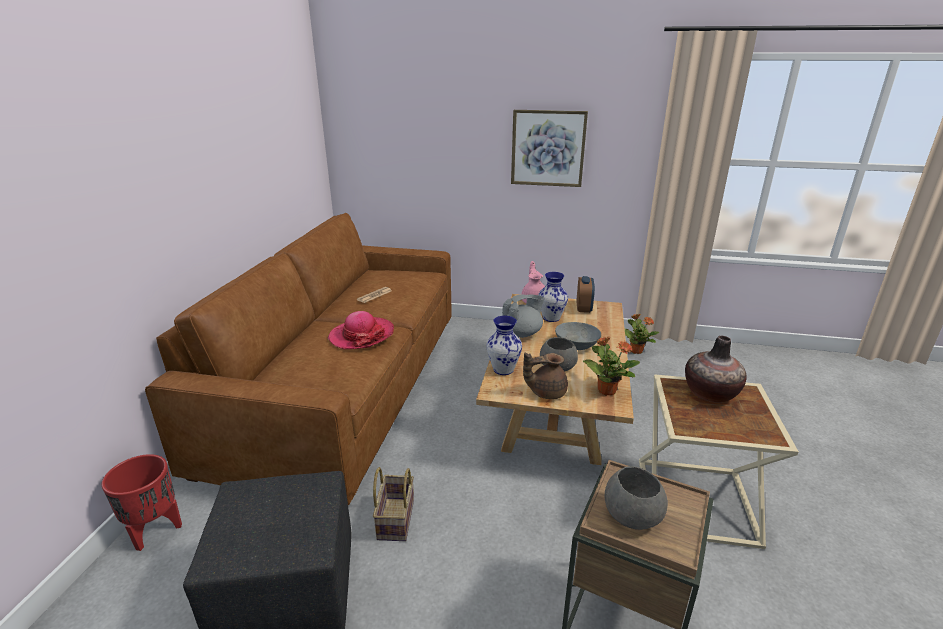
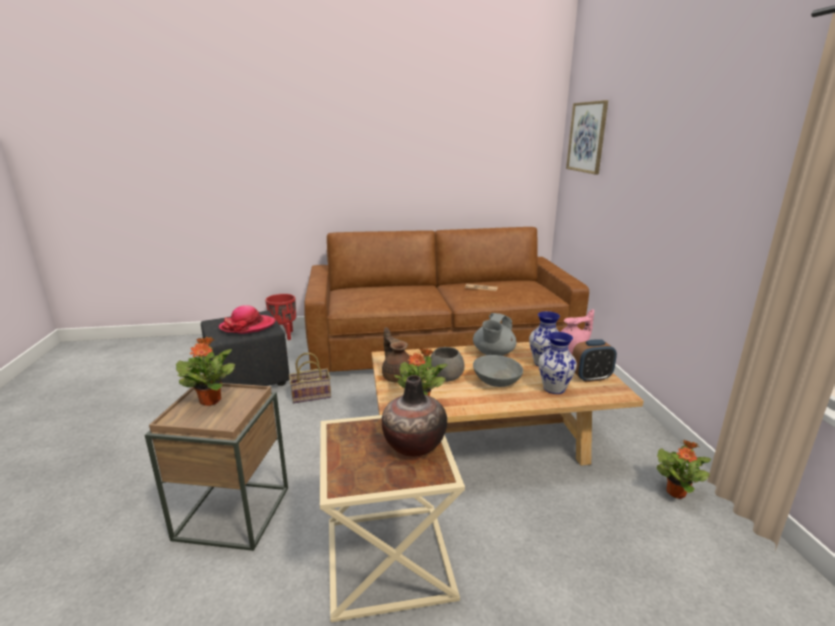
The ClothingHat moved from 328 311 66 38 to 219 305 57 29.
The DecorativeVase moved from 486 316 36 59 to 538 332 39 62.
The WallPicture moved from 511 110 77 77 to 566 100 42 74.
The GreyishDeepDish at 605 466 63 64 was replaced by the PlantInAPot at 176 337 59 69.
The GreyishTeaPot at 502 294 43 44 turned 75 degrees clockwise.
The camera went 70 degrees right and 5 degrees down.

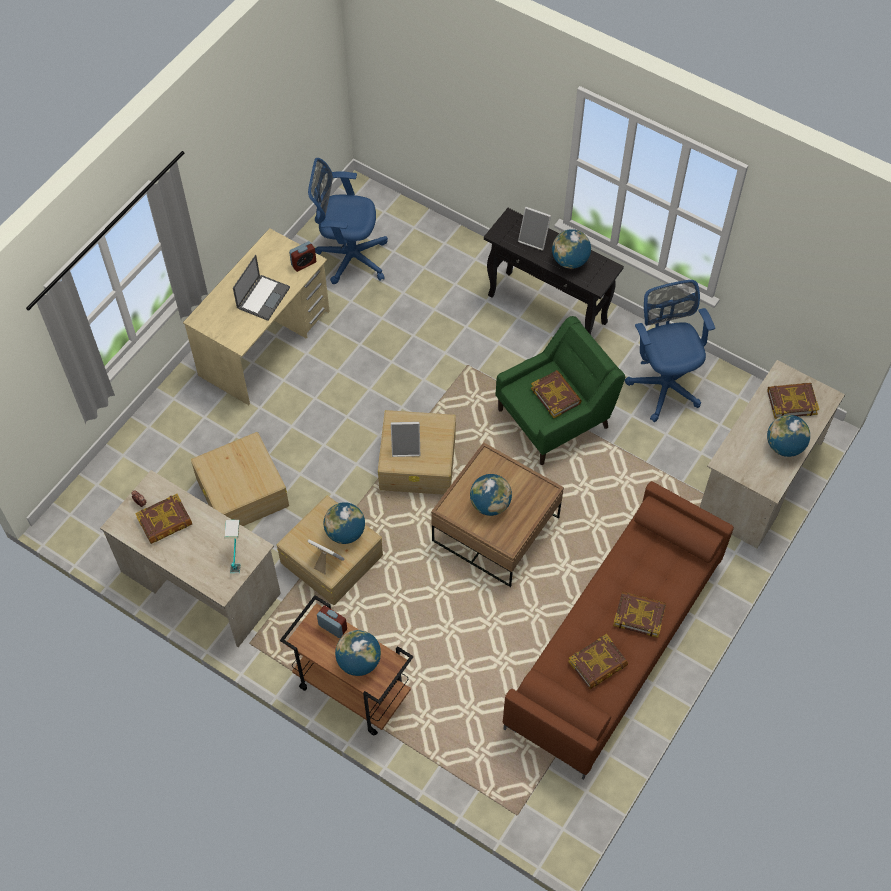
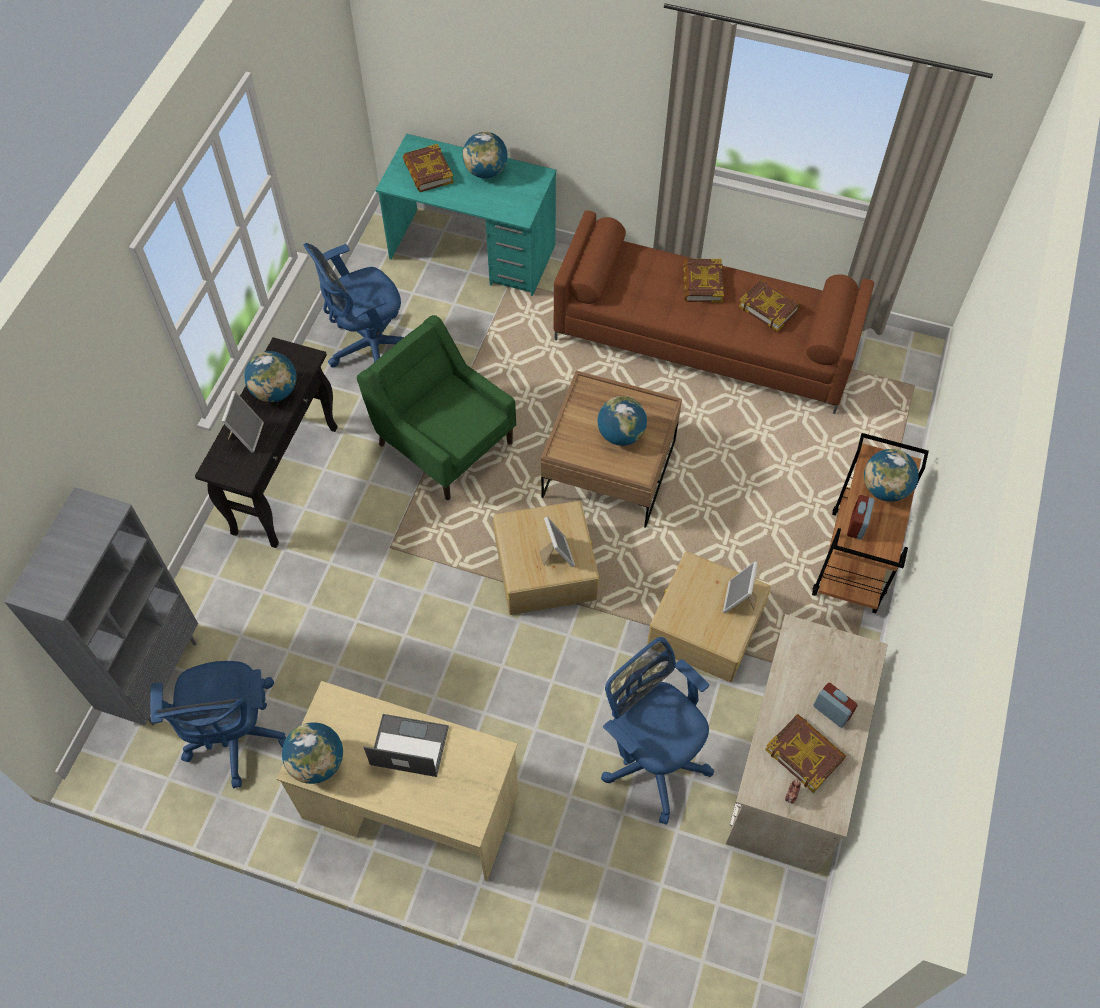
The TableLamp at 224 520 17 53 disappeared.
The Book at 531 370 51 48 disappeared.
The GreyishBookshelf at 4 487 194 239 appeared.
The AlarmClock moved from 289 241 27 31 to 813 683 45 45.
The WorldGlobe moved from 323 502 42 42 to 282 722 61 62.
The BeigeColouredStorageBin at 191 432 98 94 was replaced by the BlueColouredOfficeChair at 601 637 113 188.
The BeigeColouredDesk at 700 360 145 189 became the TurquoiseColouredDesk at 376 134 181 162.
The camera went 105 degrees left and 0 degrees up.

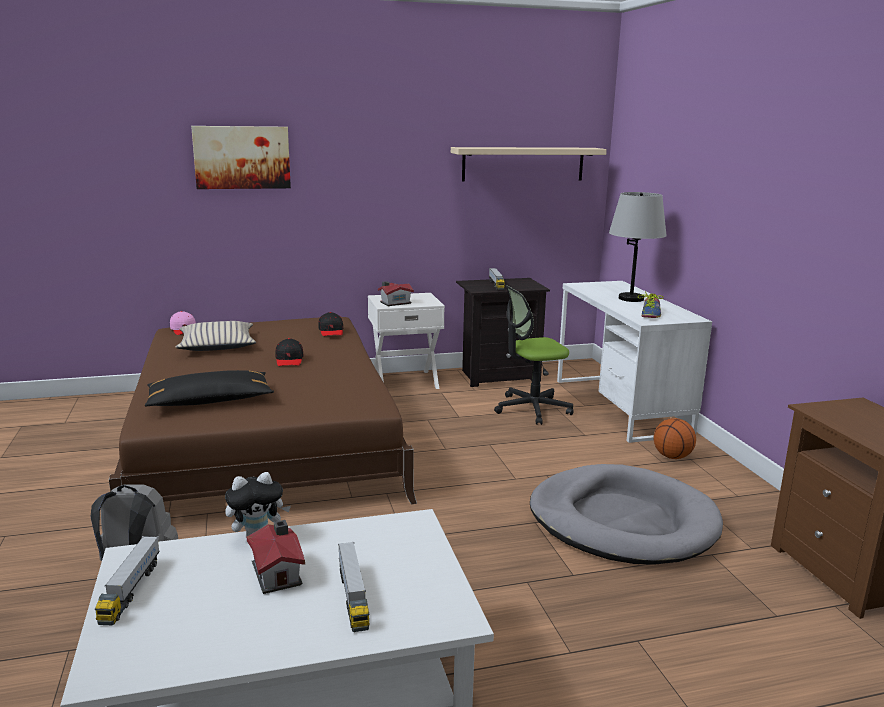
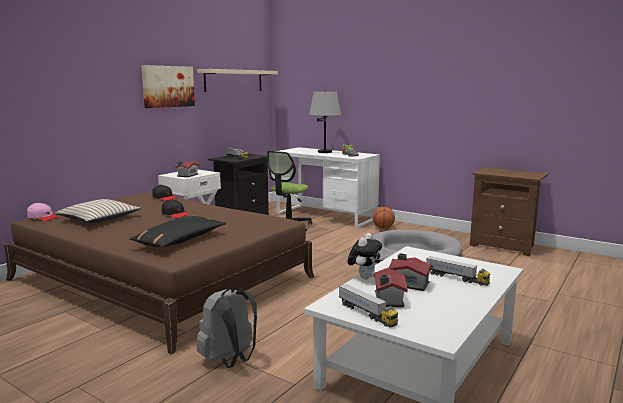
The MiniatureHouse at 373 268 35 39 appeared.
The WallPicture moved from 191 126 100 63 to 141 65 54 43.
The camera went 40 degrees left and 5 degrees down.

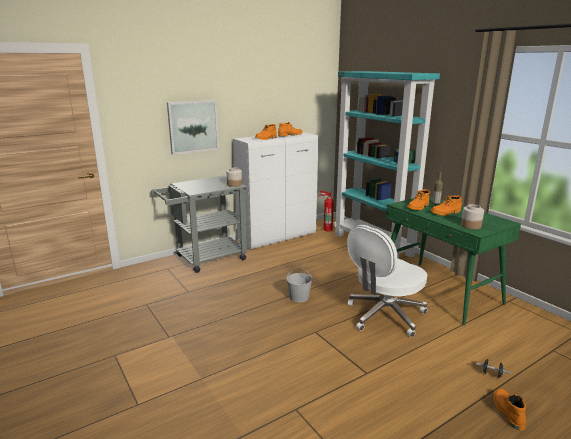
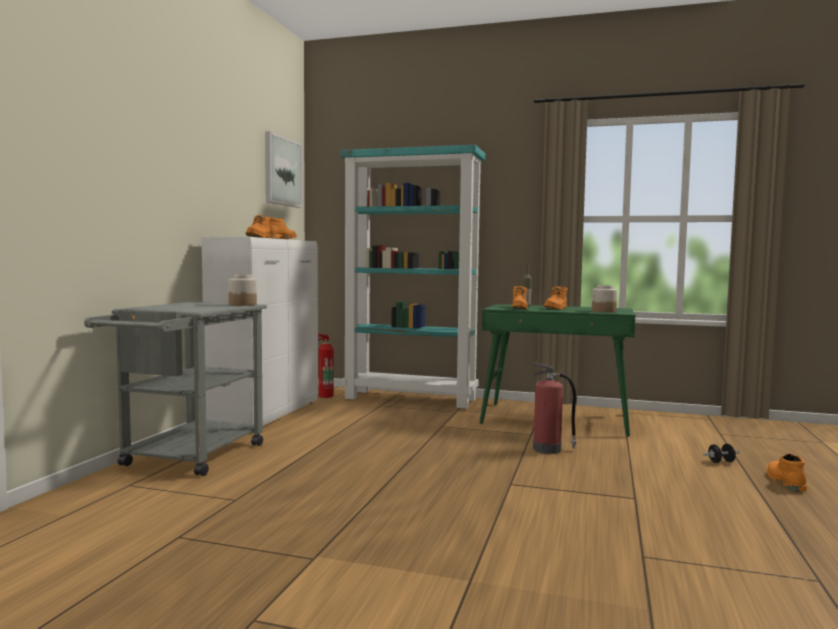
The WhiteColouredBucket at 287 267 25 36 disappeared.
The WallPicture moved from 167 100 52 55 to 265 131 38 77.
The WhiteColouredOfficeChair at 347 225 80 112 was replaced by the FireExtinguisher at 532 363 45 91.
The OrangeBoot at 494 389 32 42 turned 45 degrees clockwise.
The camera went 40 degrees left and 15 degrees down.

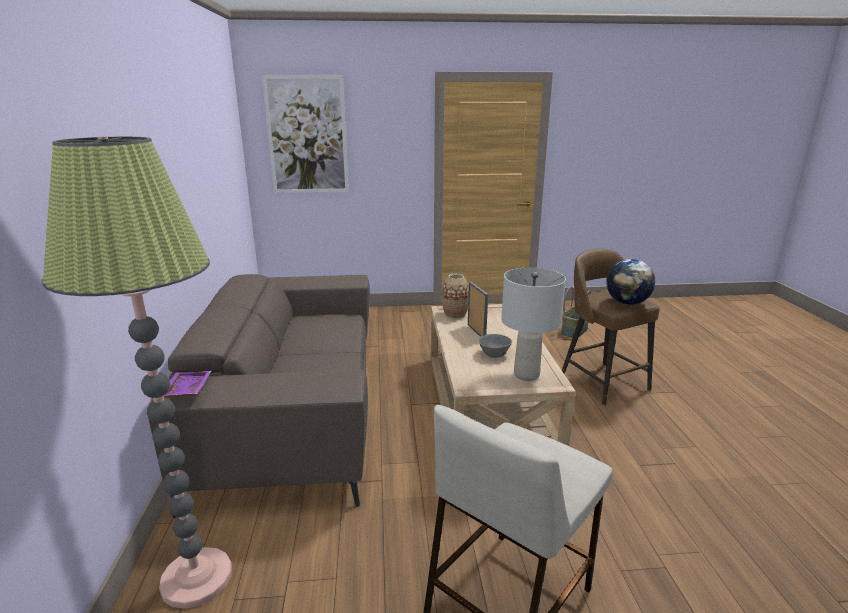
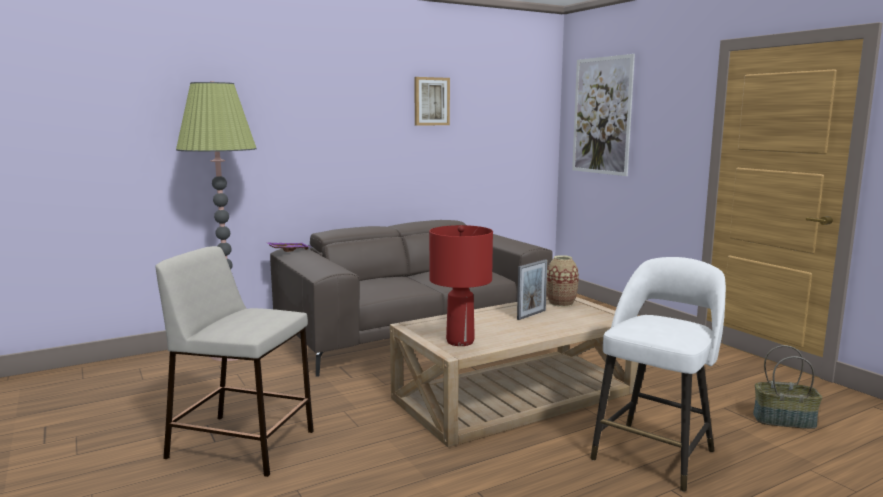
The GreyishDeepDish at 478 334 34 24 disappeared.
The WorldGlobe at 606 259 49 46 disappeared.
The WallPicture at 414 77 36 49 appeared.
The GreyishTableLamp at 501 268 65 113 became the RedColouredTableLamp at 429 225 64 121.
The BrownStool at 562 248 98 157 became the WhiteColouredStool at 591 257 135 235.
The camera went 65 degrees right and 10 degrees down.

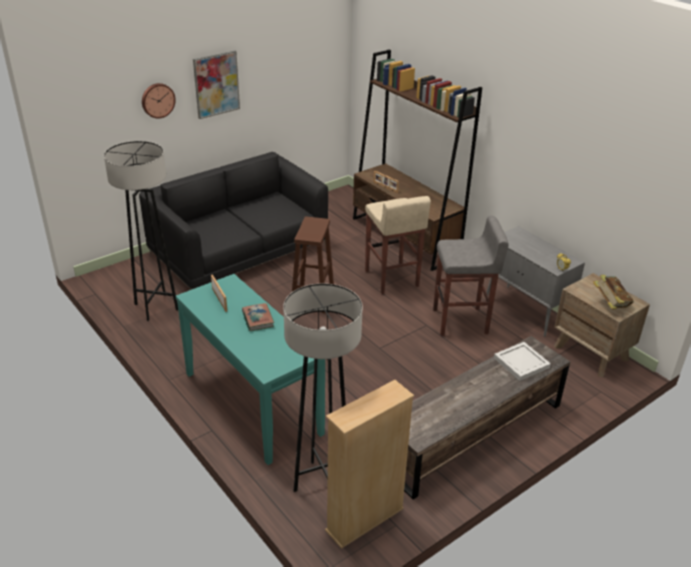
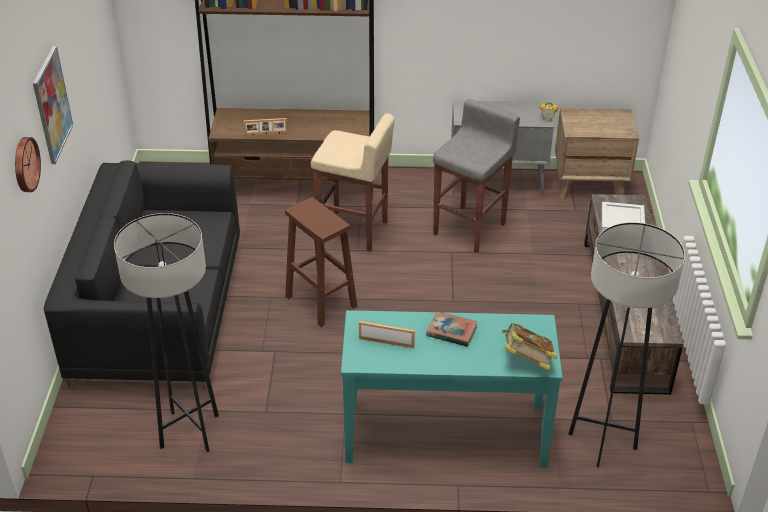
The BeigeColouredBookshelf at 325 380 89 169 disappeared.
The Book moved from 593 275 41 34 to 502 323 55 47.
The camera went 50 degrees left and 5 degrees up.

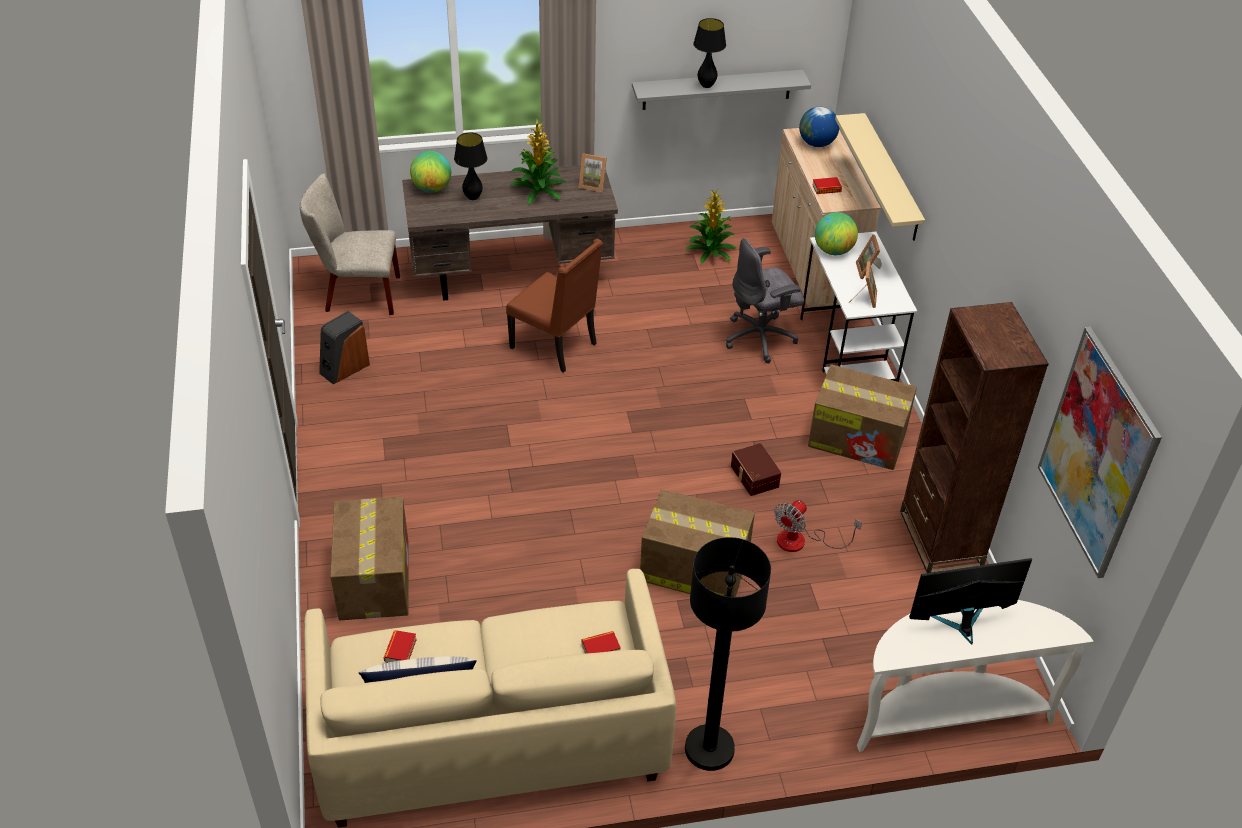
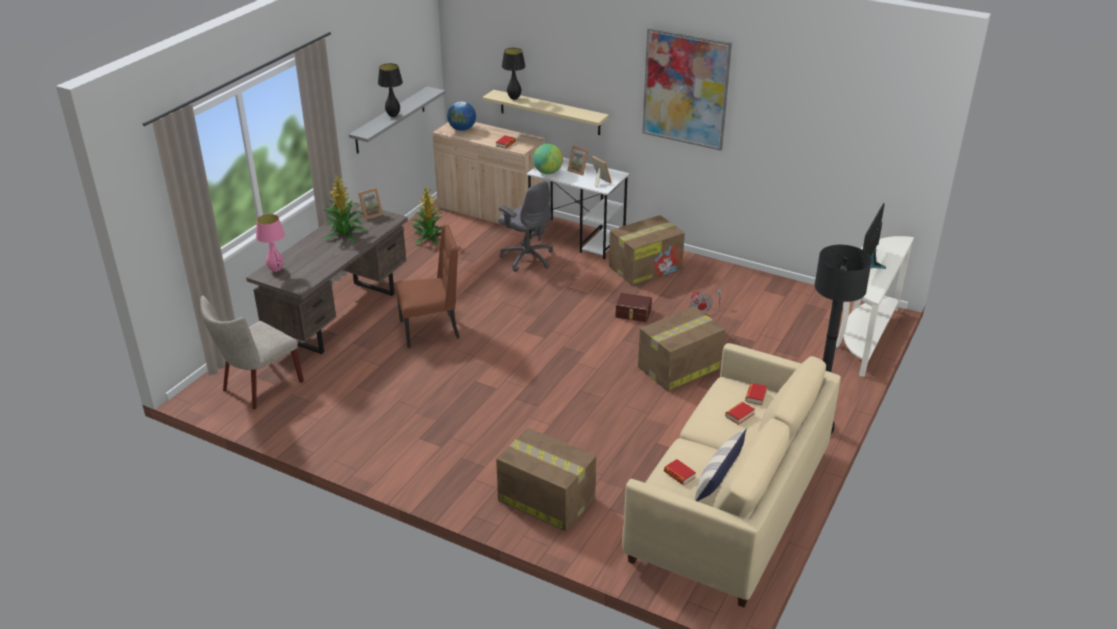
The Loudspeaker at 319 311 51 74 disappeared.
The BrownBookshelf at 900 302 149 271 disappeared.
The Book at 725 402 30 23 appeared.
The BlackTableLamp moved from 454 132 33 68 to 502 48 24 52.
The WallPicture moved from 1038 327 124 251 to 642 28 90 123.
The WorldGlobe at 410 151 41 41 was replaced by the PinkTableLamp at 256 214 29 58.
The GreyishOfficeChair at 726 238 78 125 turned 60 degrees counterclockwise.
The camera went 50 degrees left and 10 degrees down.

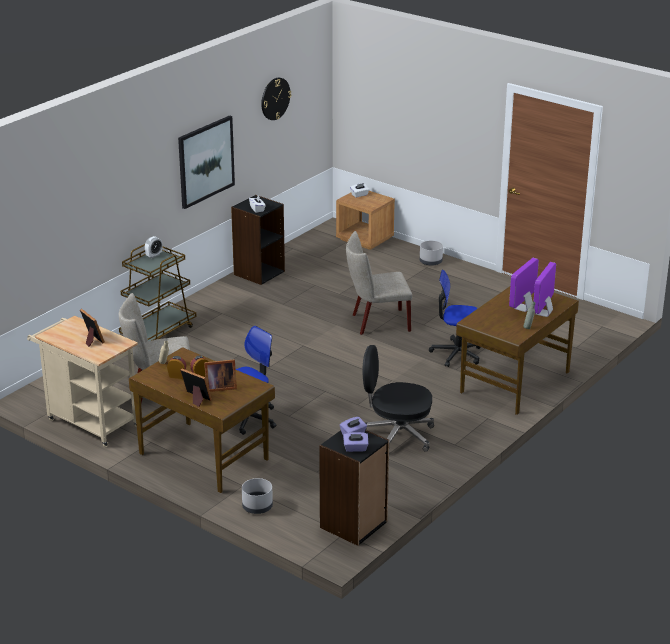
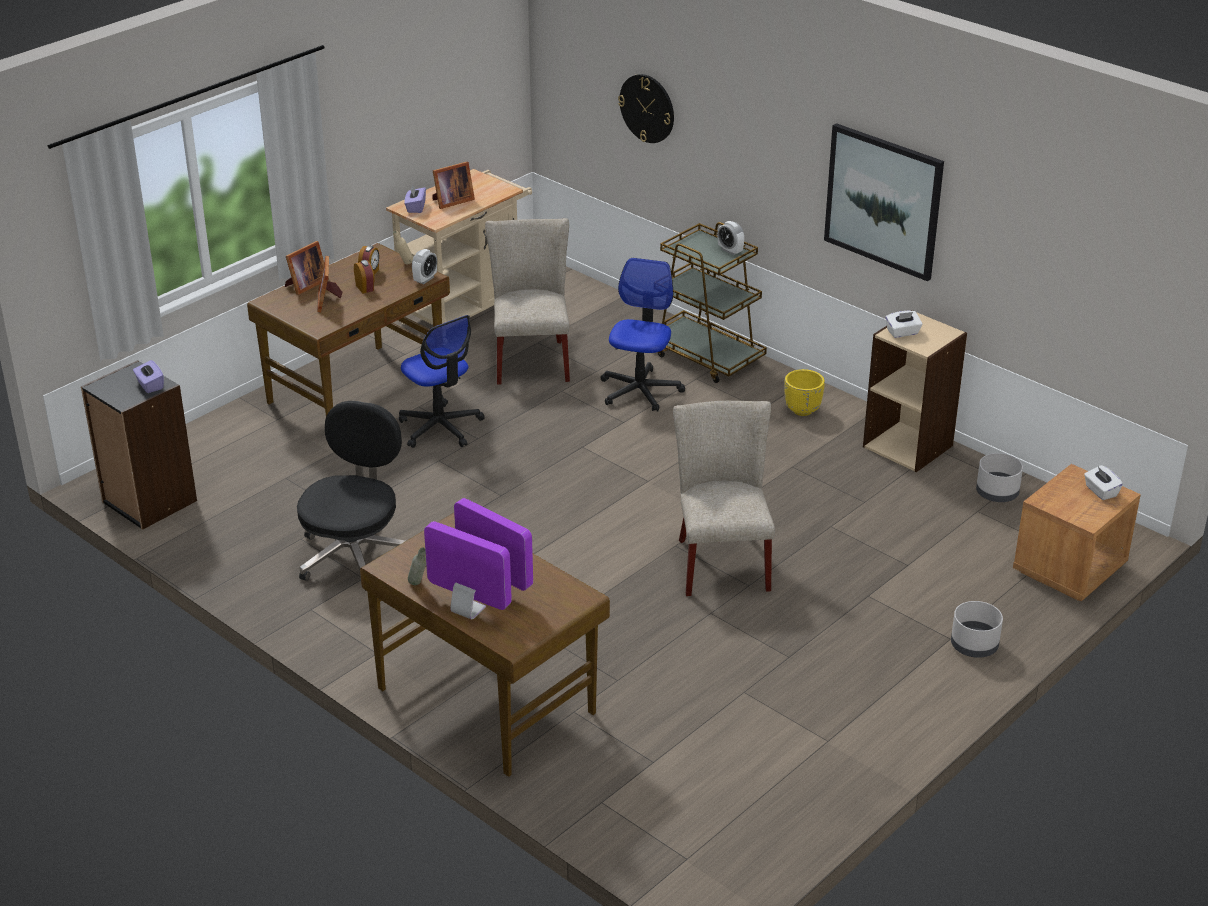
The AlarmClock at 412 249 25 35 appeared.
The YellowColouredPlanter at 784 369 41 47 appeared.
The GreyishPlanter moved from 242 478 31 36 to 976 453 47 49.
The ClockOnTheWall moved from 261 78 30 42 to 618 74 56 69.
The PurpleBoxOfTissues moved from 343 432 25 20 to 404 185 22 28.
The OfficeChair moved from 429 270 51 97 to 601 258 84 154.
The BlackBookshelf at 231 195 54 90 became the BeigeColouredBookshelf at 863 310 104 162.
The camera went 95 degrees right and 5 degrees up.

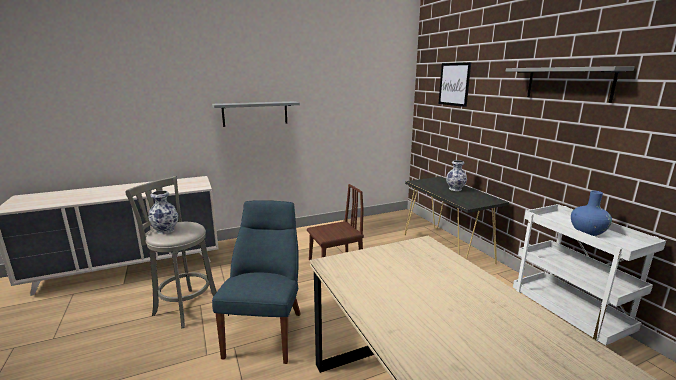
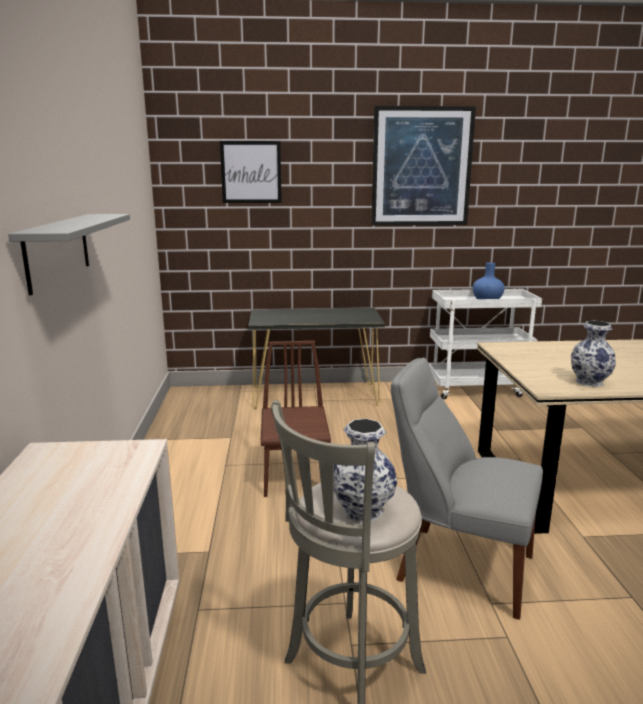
The DecorativeVase moved from 446 160 21 31 to 571 320 45 67.
The GreyishShelf at 506 66 128 37 was replaced by the WallPicture at 371 106 105 120.
The BlueColouredPlainChair at 212 200 89 164 became the GreyishPlainChair at 391 358 152 262.
The camera went 70 degrees left and 0 degrees up.

